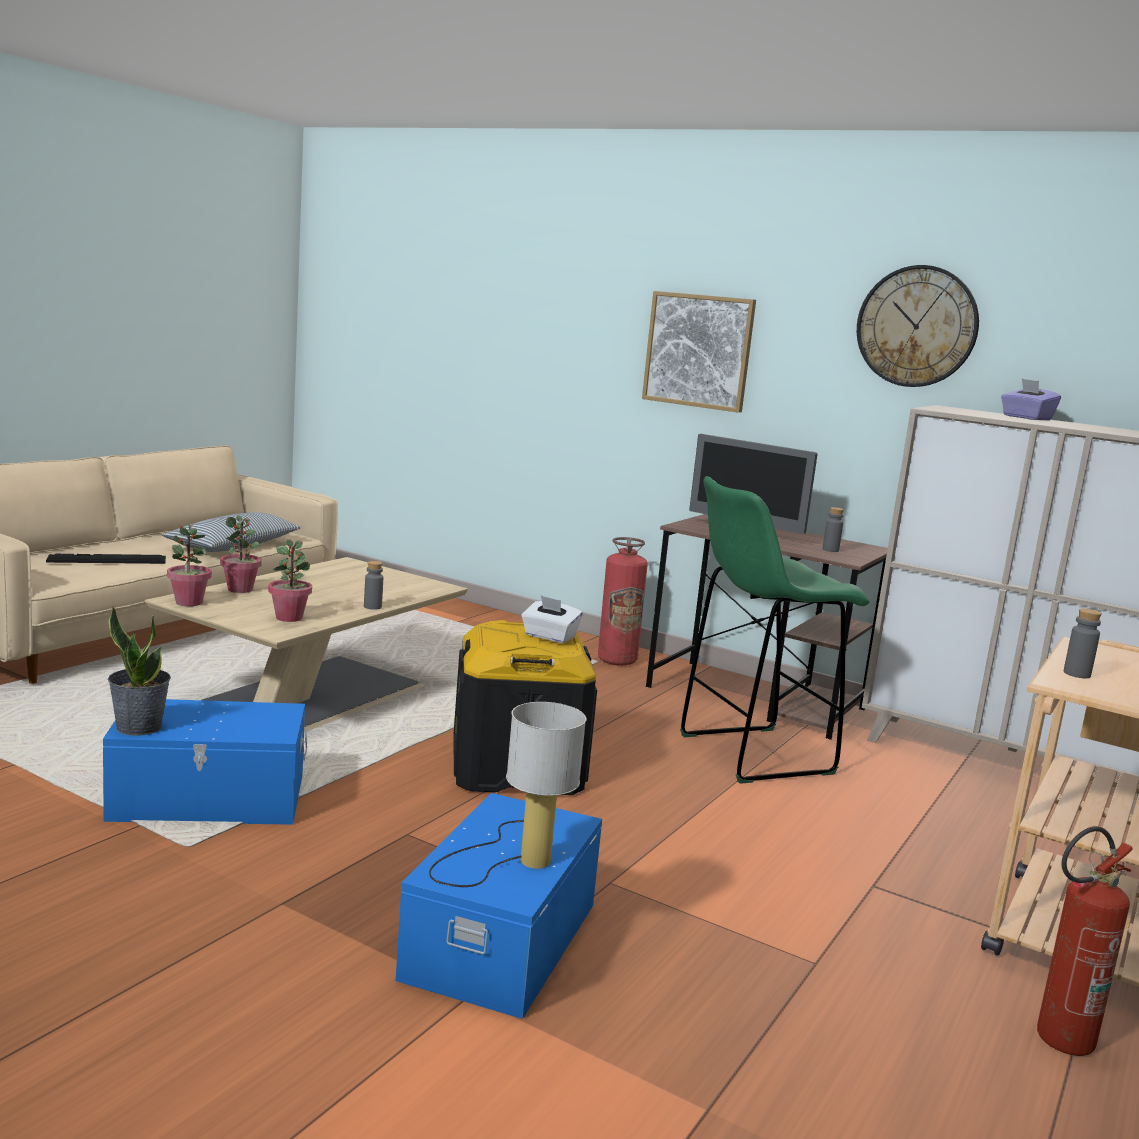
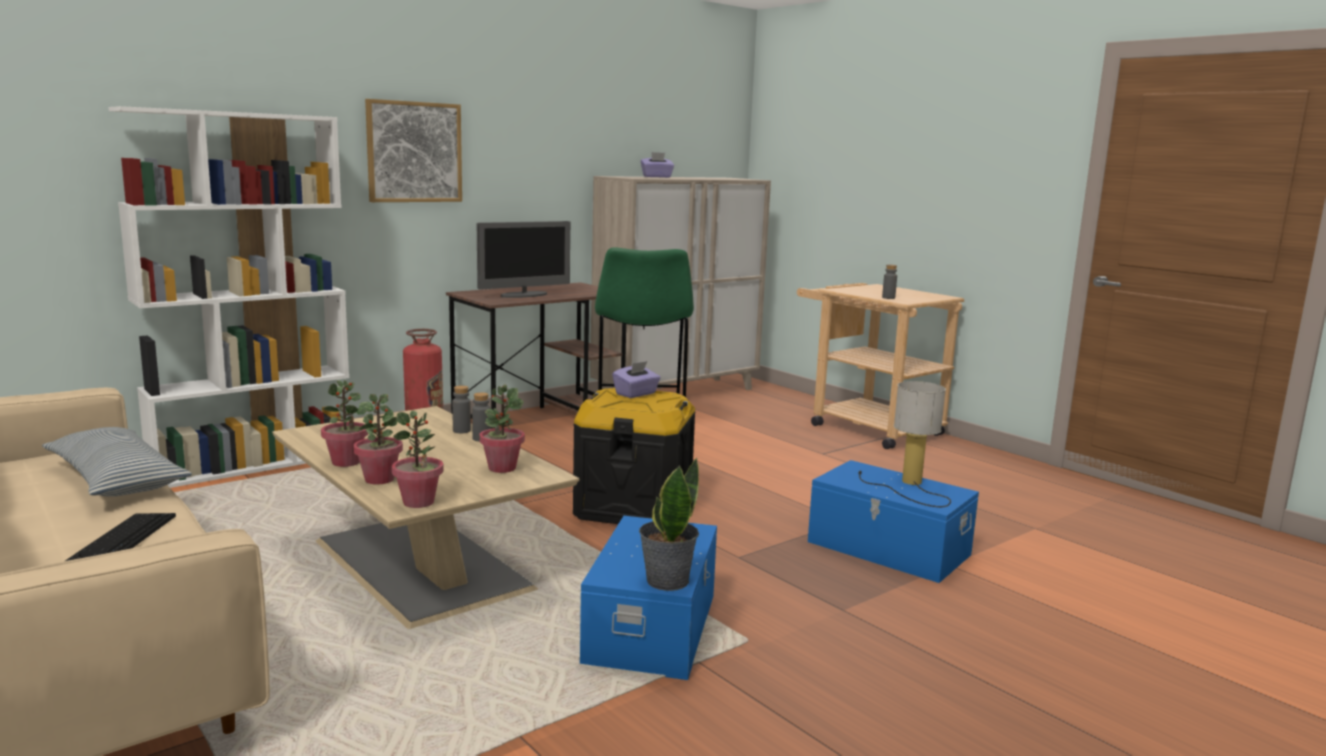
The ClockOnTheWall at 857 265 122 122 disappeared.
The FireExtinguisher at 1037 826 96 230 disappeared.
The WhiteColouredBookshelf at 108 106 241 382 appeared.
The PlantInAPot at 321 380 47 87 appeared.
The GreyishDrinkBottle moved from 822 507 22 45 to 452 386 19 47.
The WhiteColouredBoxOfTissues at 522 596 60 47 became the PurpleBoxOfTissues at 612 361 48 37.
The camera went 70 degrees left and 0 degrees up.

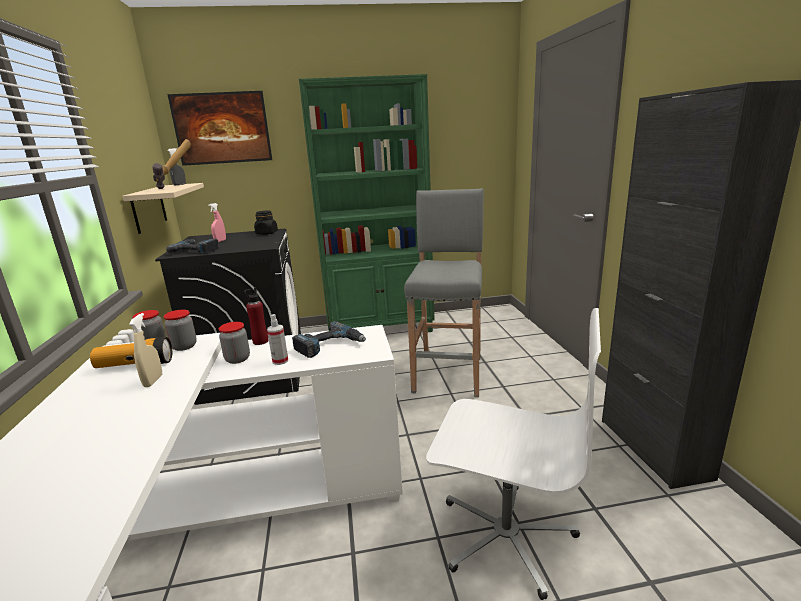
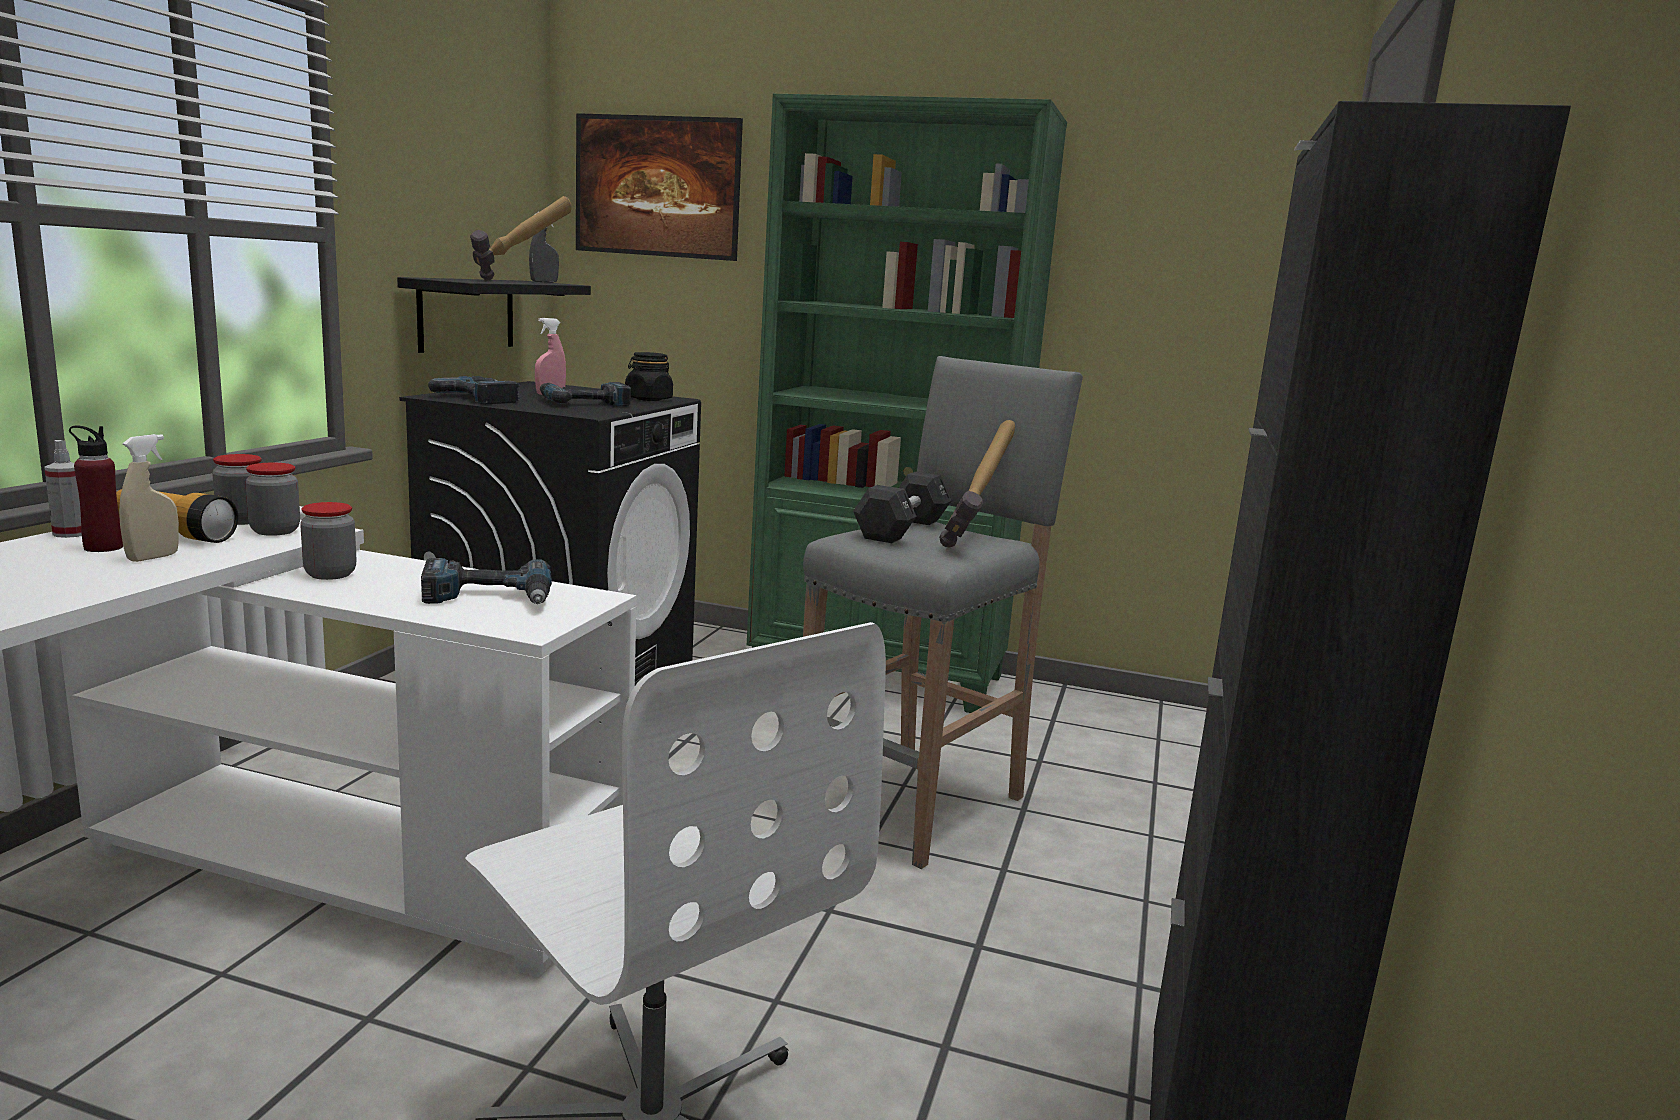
The Drill at 540 382 91 24 appeared.
The BlackHandWeight at 853 472 99 71 appeared.
The ToolHammer at 939 420 76 128 appeared.
The RedColouredDrinkBottle moved from 244 287 24 58 to 69 426 54 126.
The Sprayer moved from 267 314 21 51 to 44 440 38 98.
The BeigeColouredShelf at 123 183 81 51 became the BlackShelf at 397 277 194 76.
The camera went 25 degrees right and 5 degrees down.

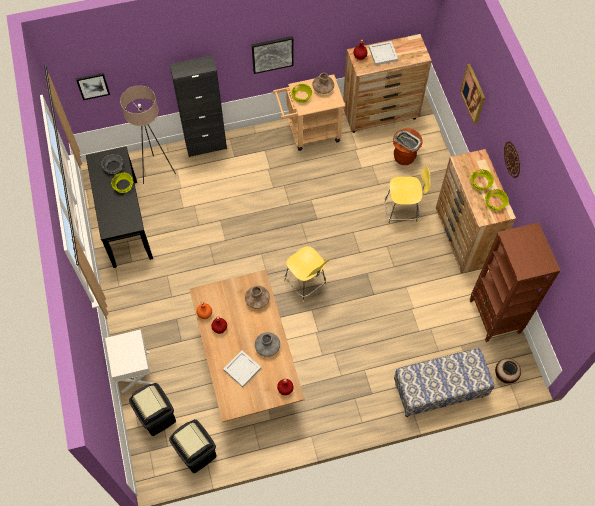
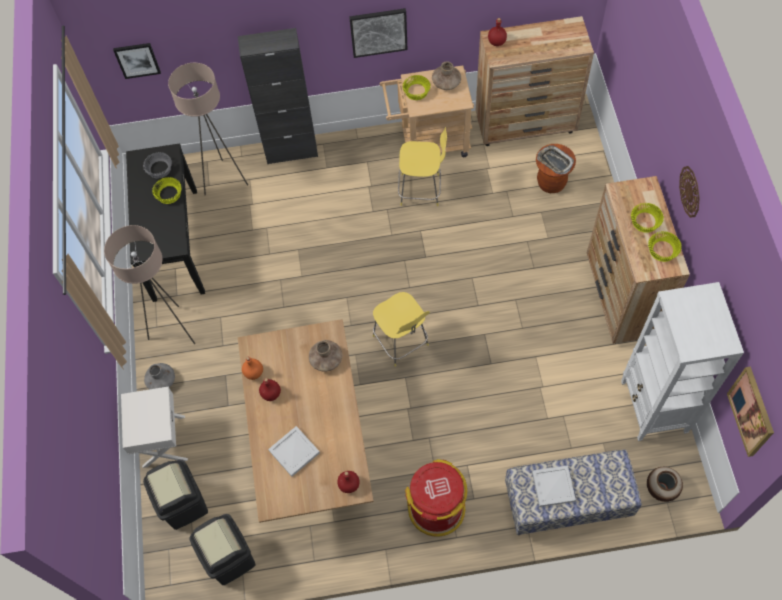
The BeigeColouredStandardLamp at 104 225 91 119 appeared.
The RedColouredTrashCan at 405 459 62 78 appeared.
The GreyishDecorativeVase moved from 255 332 25 25 to 144 363 31 26.
The WhiteColouredServingTray moved from 369 41 29 24 to 532 465 44 42.
The YellowColouredStool moved from 385 166 45 60 to 398 127 49 79.
The WallPicture moved from 460 64 25 61 to 727 366 47 91.
The BrownBookshelf at 470 222 91 120 became the WhiteColouredBookshelf at 621 282 123 159.
The camera went 10 degrees right and 0 degrees up.

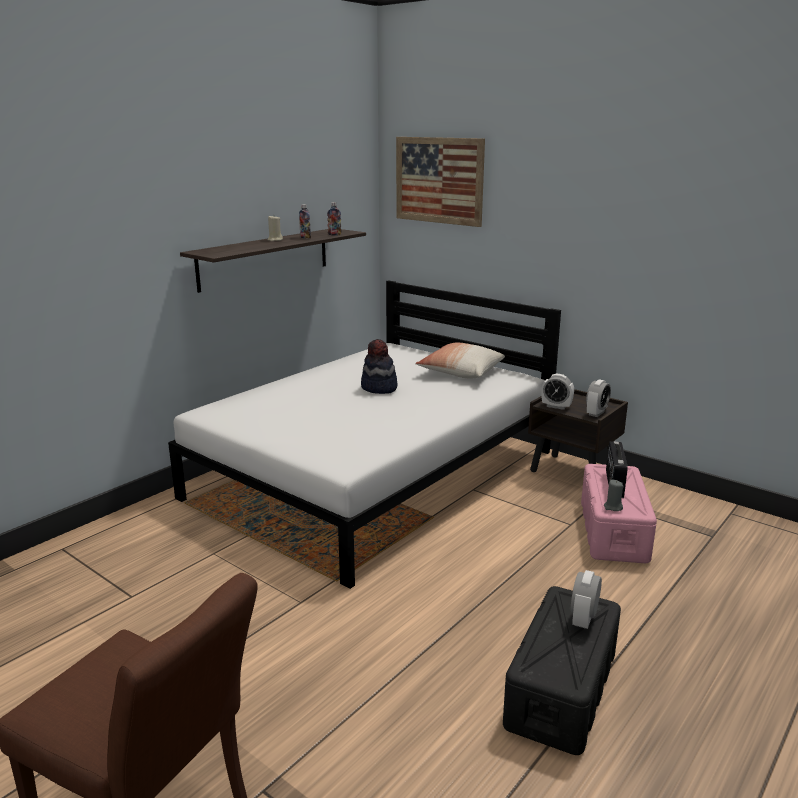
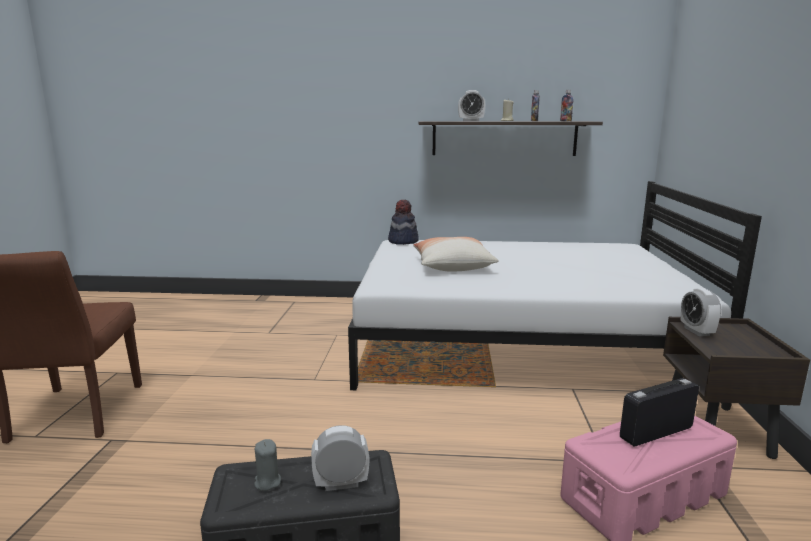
The WallPicture at 396 137 89 90 disappeared.
The ClothingHat moved from 361 339 36 55 to 388 200 31 45.
The Cushion moved from 415 343 90 35 to 413 237 86 35.
The AlarmClock moved from 586 379 25 38 to 458 90 27 31.
The GreyishWaxCandle moved from 604 480 19 31 to 254 439 27 52.
The camera went 55 degrees right and 5 degrees down.

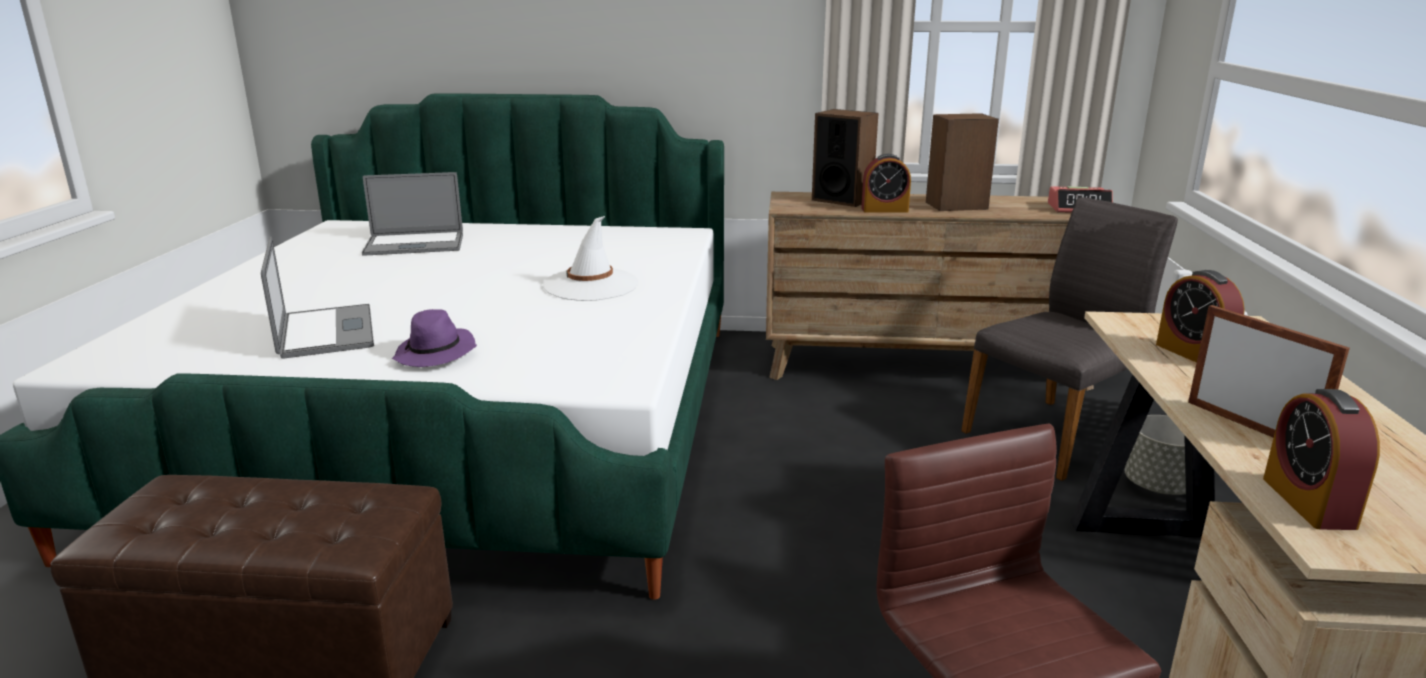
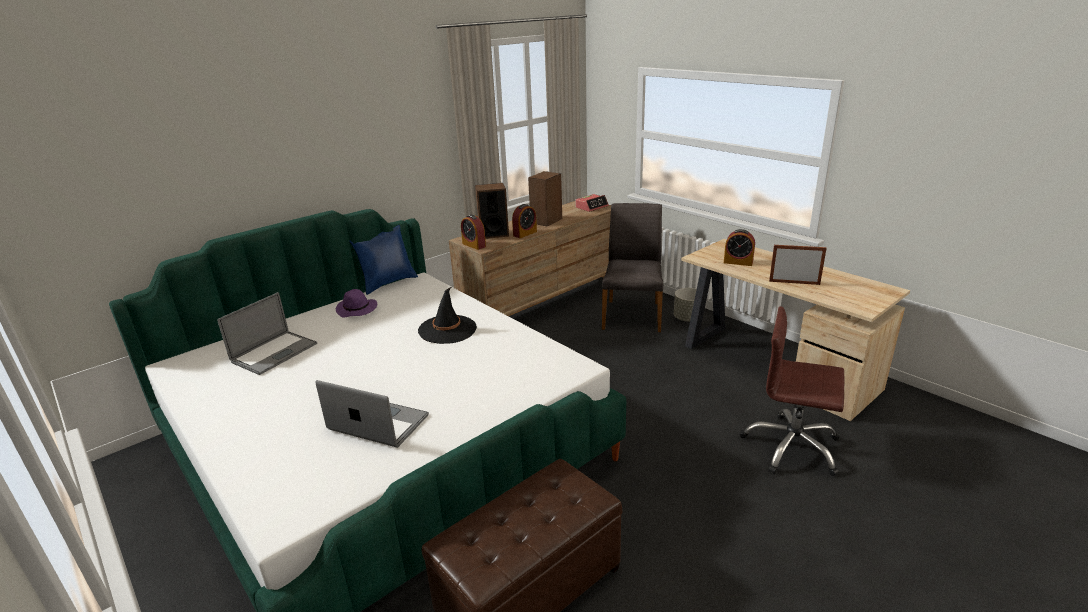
The BlueColouredCushion at 349 225 69 70 appeared.
The PurpleClothingHat moved from 392 309 85 58 to 336 289 41 28.
The AlarmClock moved from 1263 389 117 141 to 461 215 25 35.
The WhiteColouredClothingHat at 543 216 95 85 became the BlackClothingHat at 418 287 59 57.
The camera went 45 degrees left and 5 degrees up.

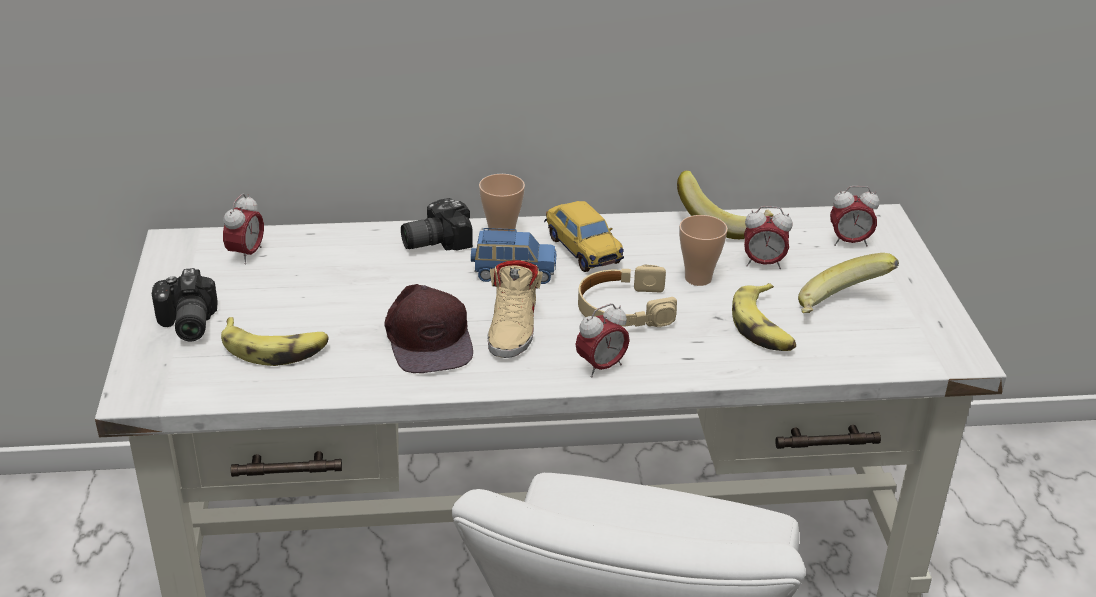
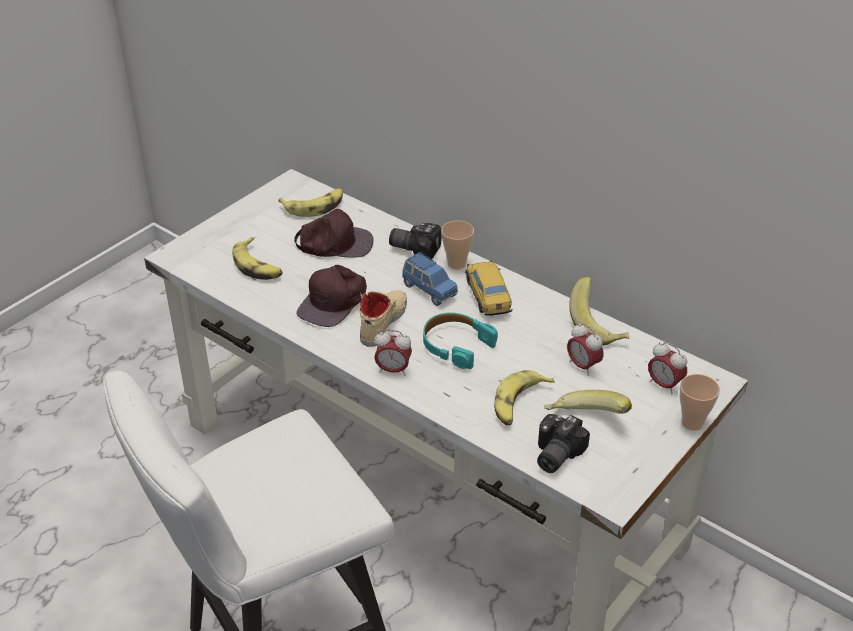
The BrownBaseballCap at 294 209 79 48 appeared.
The StillCamera moved from 152 268 66 73 to 537 414 53 59.
The DrinkingCup moved from 679 215 49 71 to 680 374 40 57.
The AlarmClock at 223 193 41 72 was replaced by the Banana at 278 189 65 28.
The BeigeColouredPairOfHeadphones at 578 264 99 63 became the TurquoiseColouredPairOfHeadphones at 423 313 75 56.
The BeigeColouredShoe at 487 260 56 98 turned 150 degrees clockwise.
The ModelCar at 544 201 80 71 turned 150 degrees clockwise.
The camera went 45 degrees right and 5 degrees up.

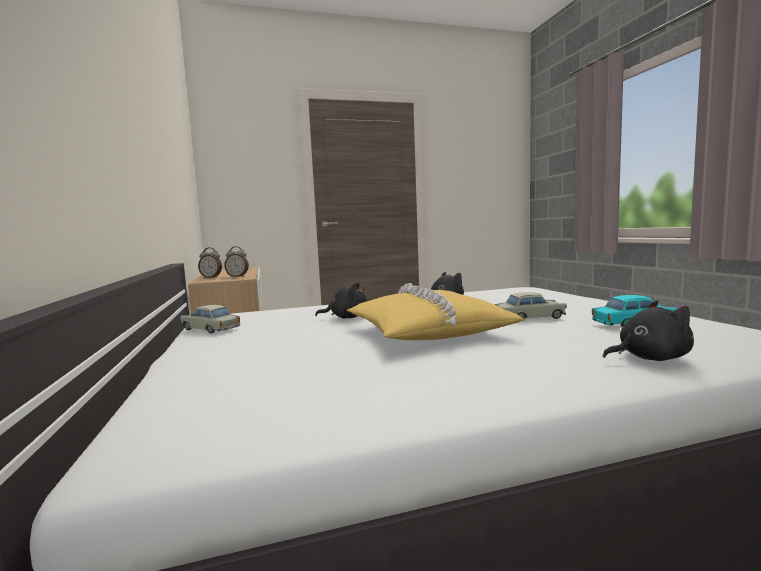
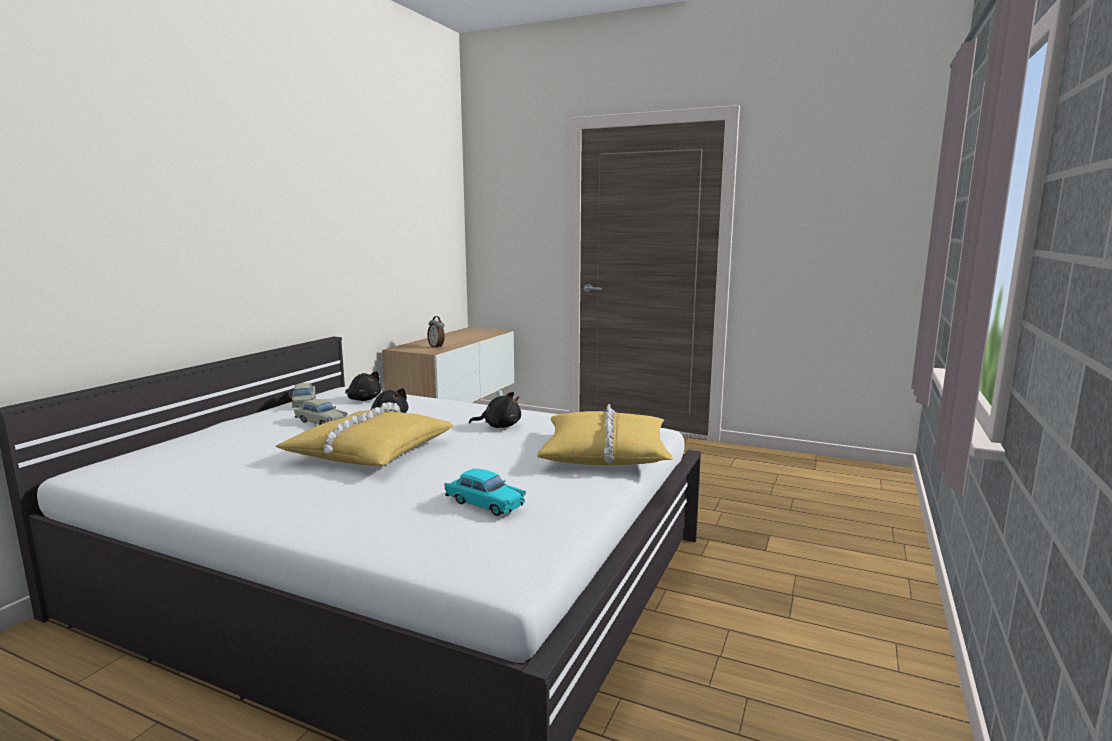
The AlarmClock at 198 247 24 31 disappeared.
The YellowColouredCushion at 537 404 136 61 appeared.
The BeigeColouredModelCar moved from 495 292 72 27 to 294 399 53 26.
The BlackPlushToy moved from 603 300 91 61 to 345 371 37 30.
The camera went 40 degrees right and 5 degrees up.

